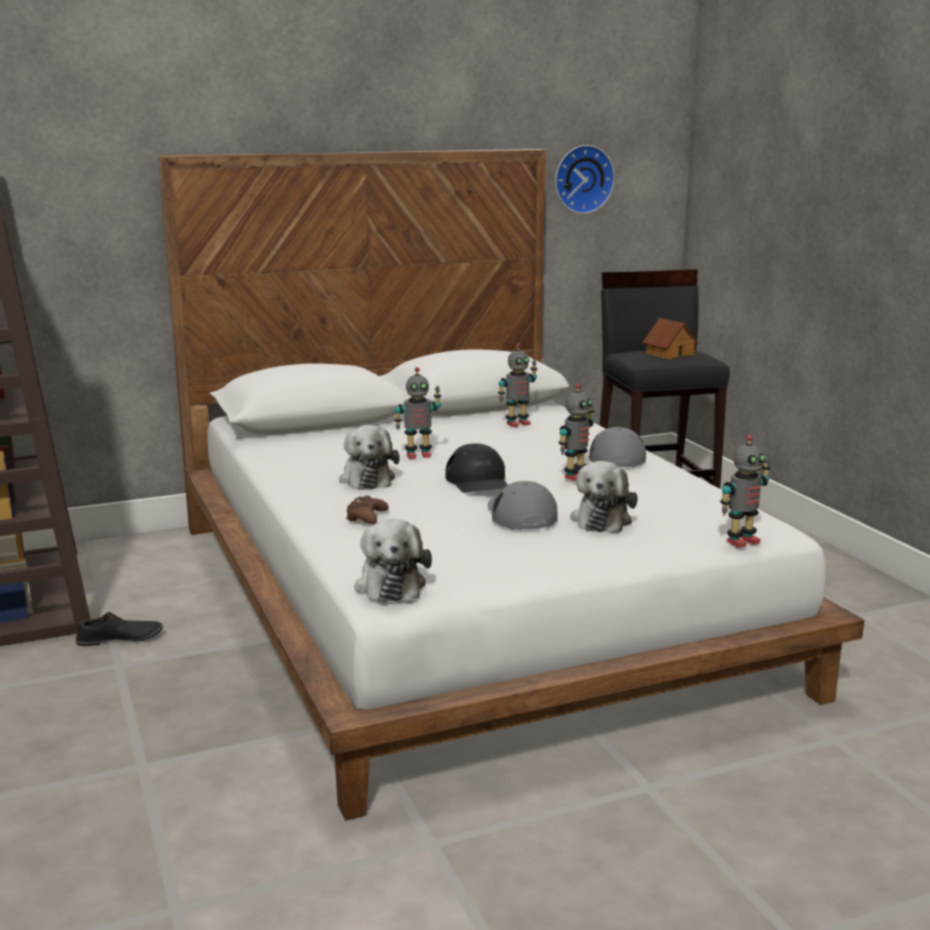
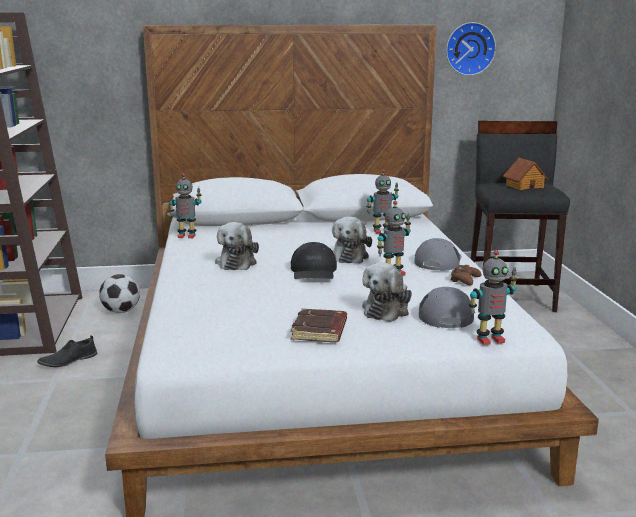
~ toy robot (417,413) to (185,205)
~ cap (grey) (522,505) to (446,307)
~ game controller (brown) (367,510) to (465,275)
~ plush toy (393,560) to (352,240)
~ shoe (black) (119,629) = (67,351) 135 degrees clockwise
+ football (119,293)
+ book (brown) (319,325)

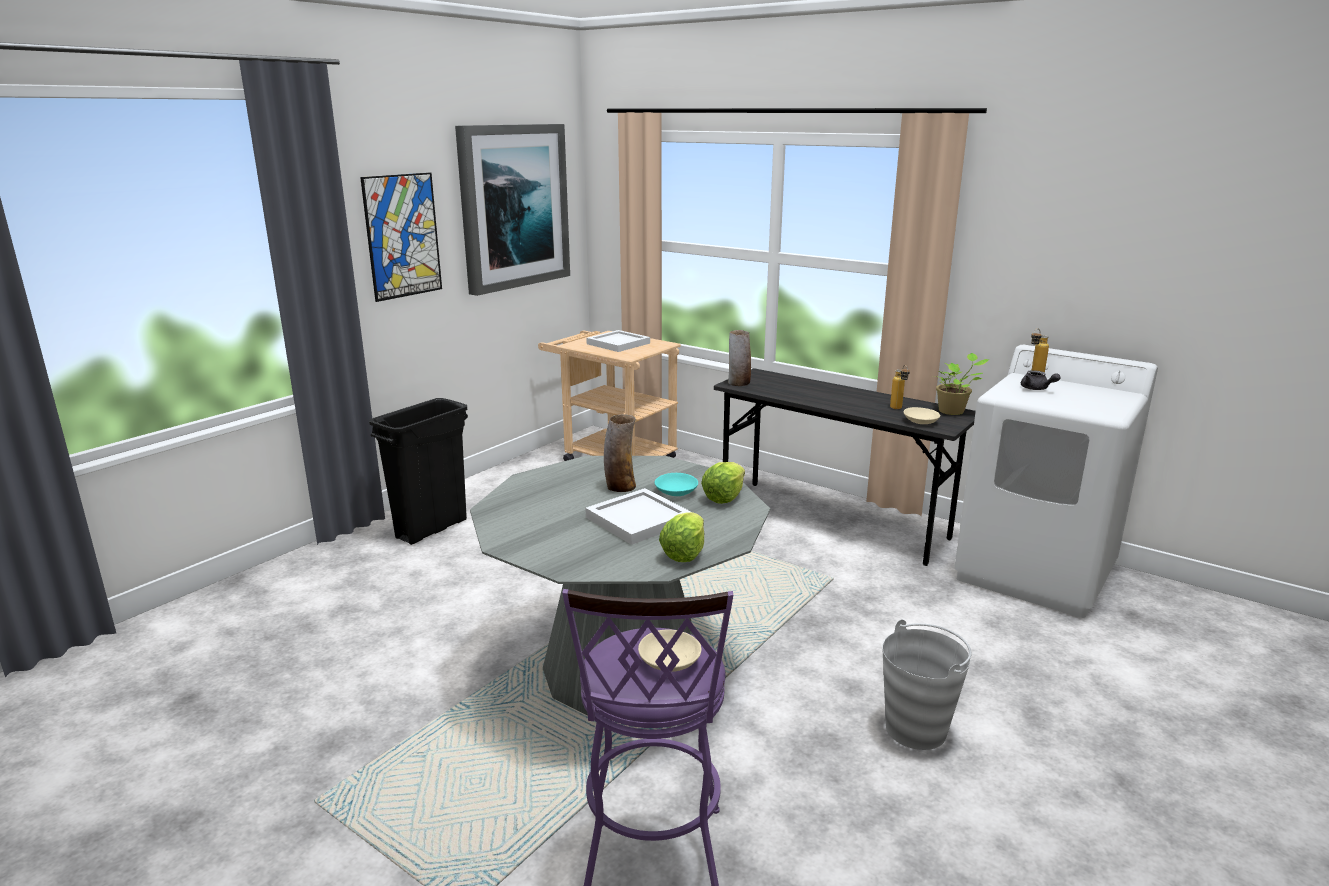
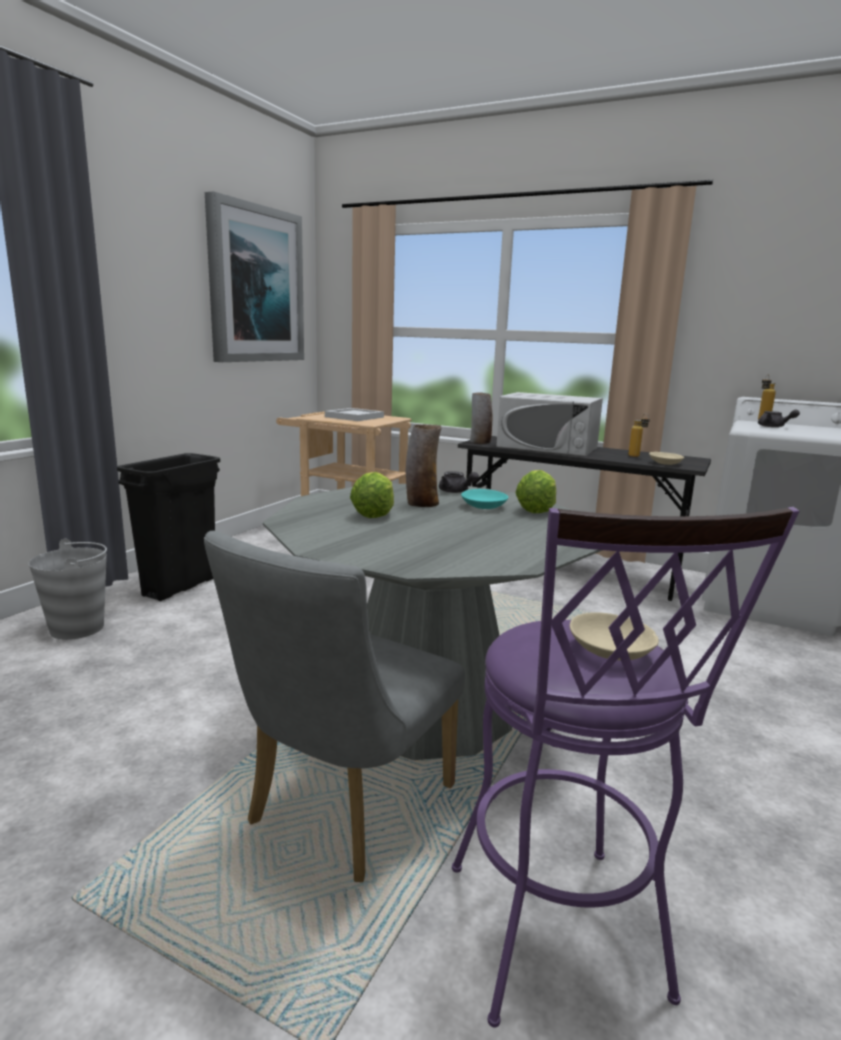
- picture (401,237)
- potted plant (962,384)
- tray (white) (638,516)
~ lettuce (681,537) to (372,495)
~ bucket (grey) (927,685) to (68,589)
+ microwave (white) (549,424)
+ teapot (grey) (459,482)
+ chair (grey) (334,706)

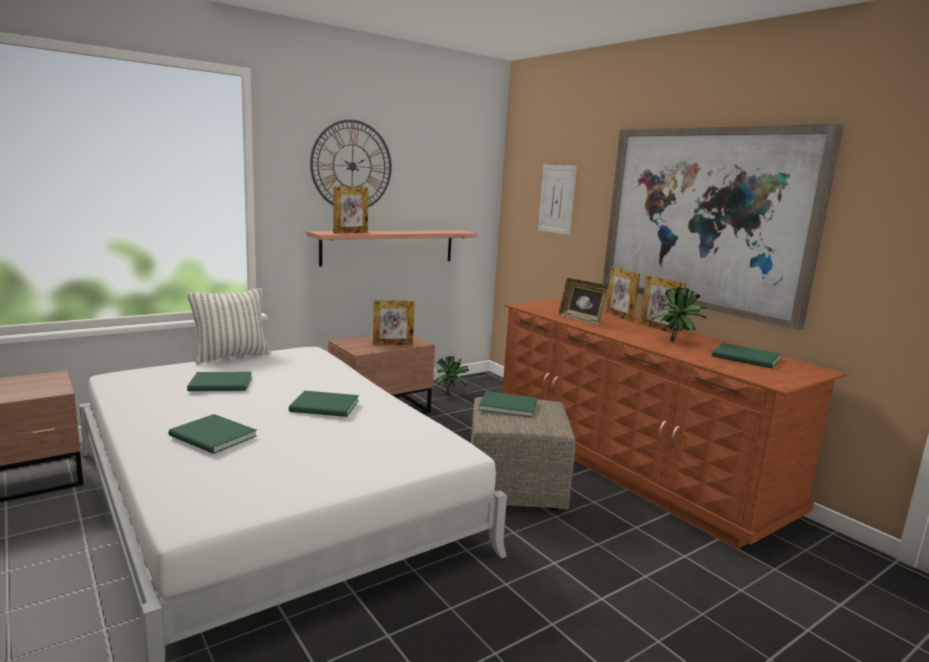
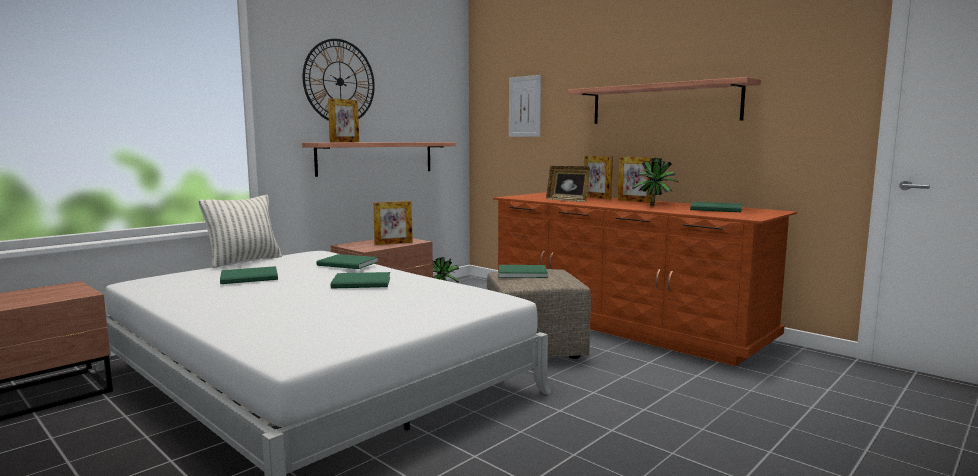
~ picture (723,227) to shelf (664,100)
~ book (green) (212,434) to (347,261)

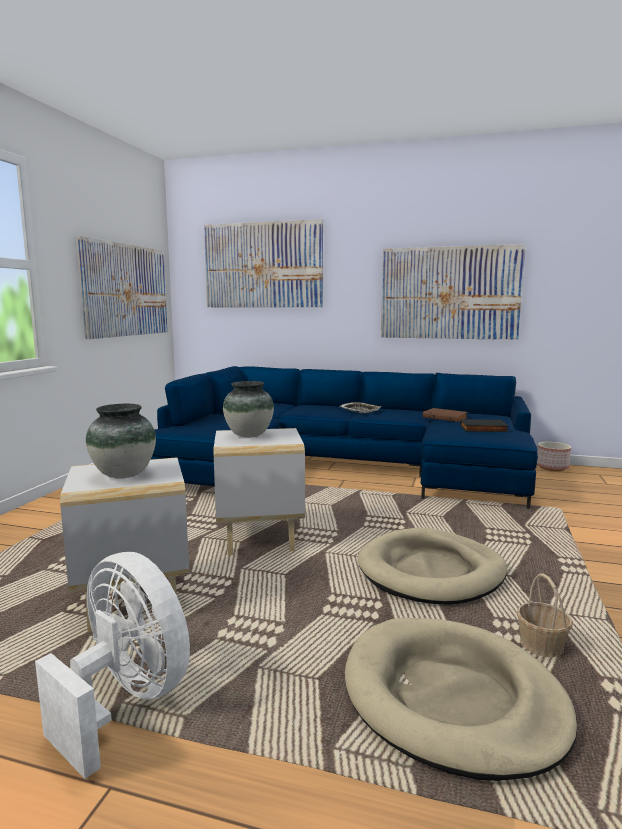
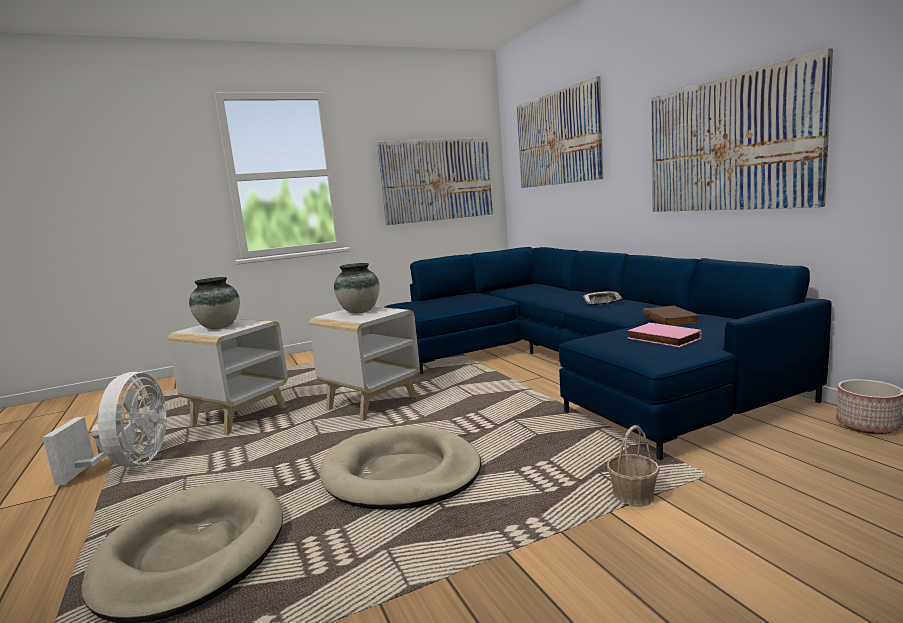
~ book (black) (484,425) to book (pink) (665,335)
~ basket (545,615) to (633,466)

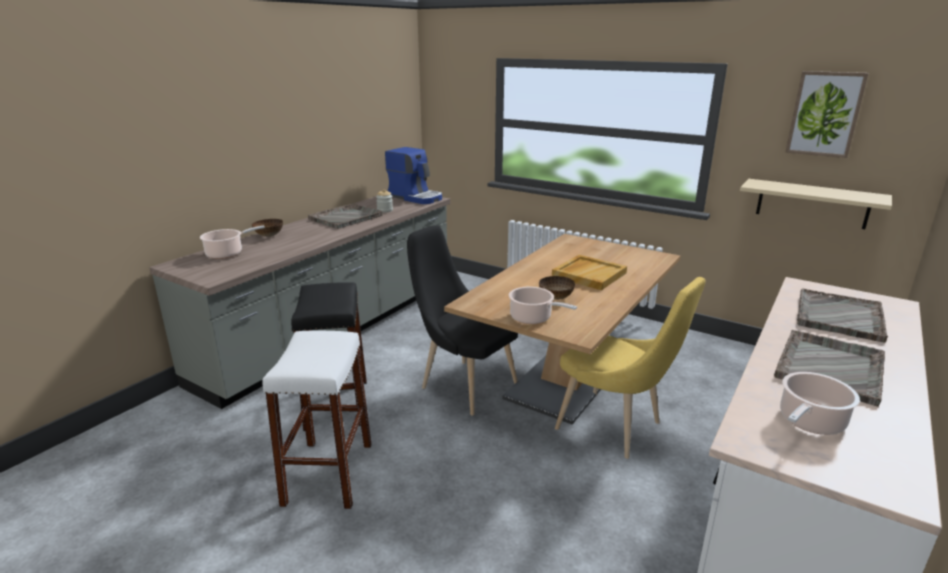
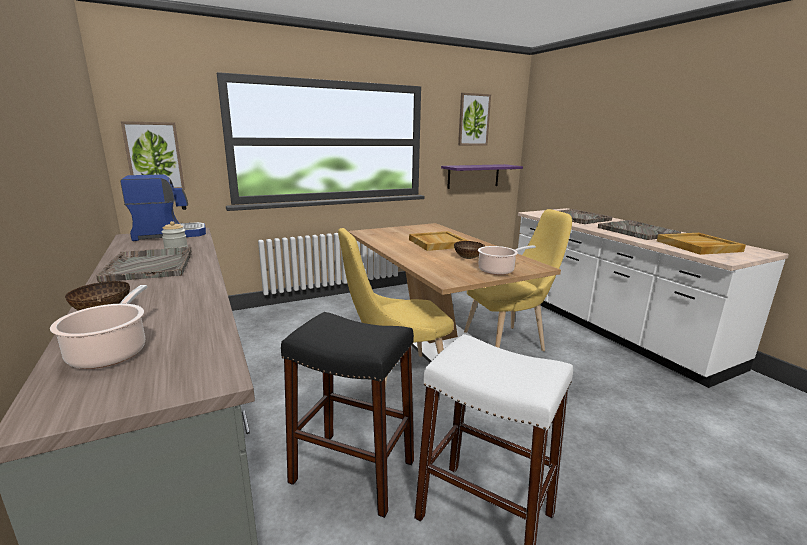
~ shelf (beige) (816,204) to shelf (purple) (482,176)
~ chair (black) (462,320) to chair (yellow) (396,308)
~ cooking pot (820,403) to tray (beige) (701,244)
+ picture (153,155)

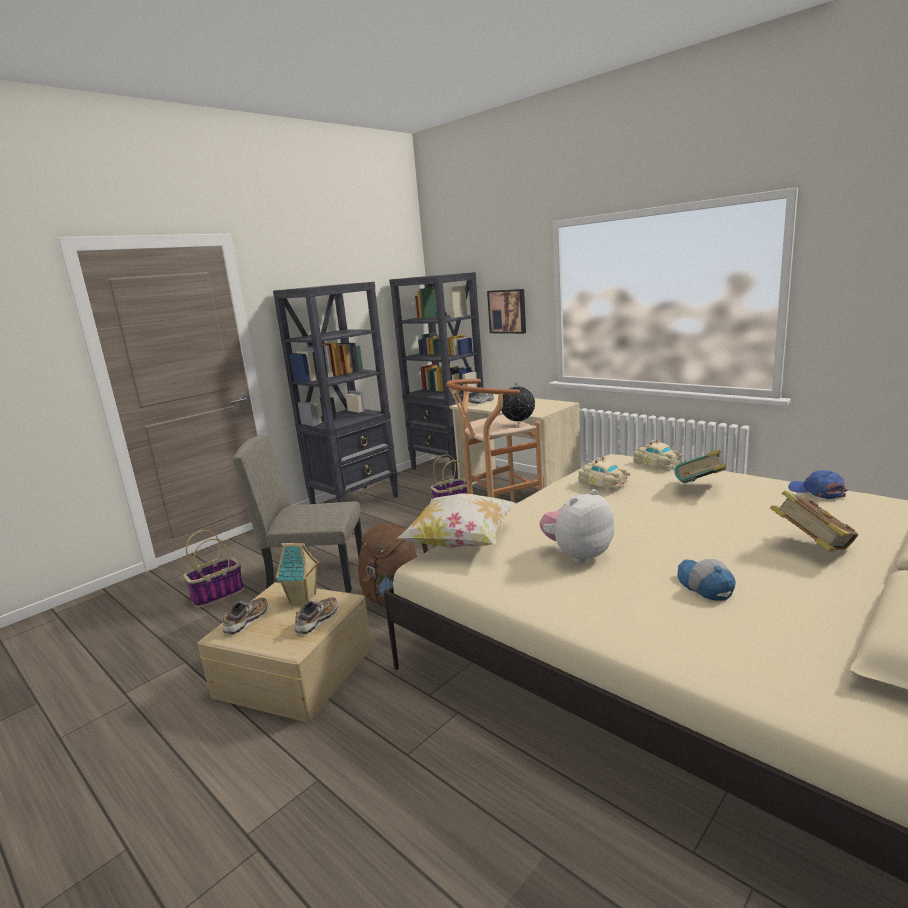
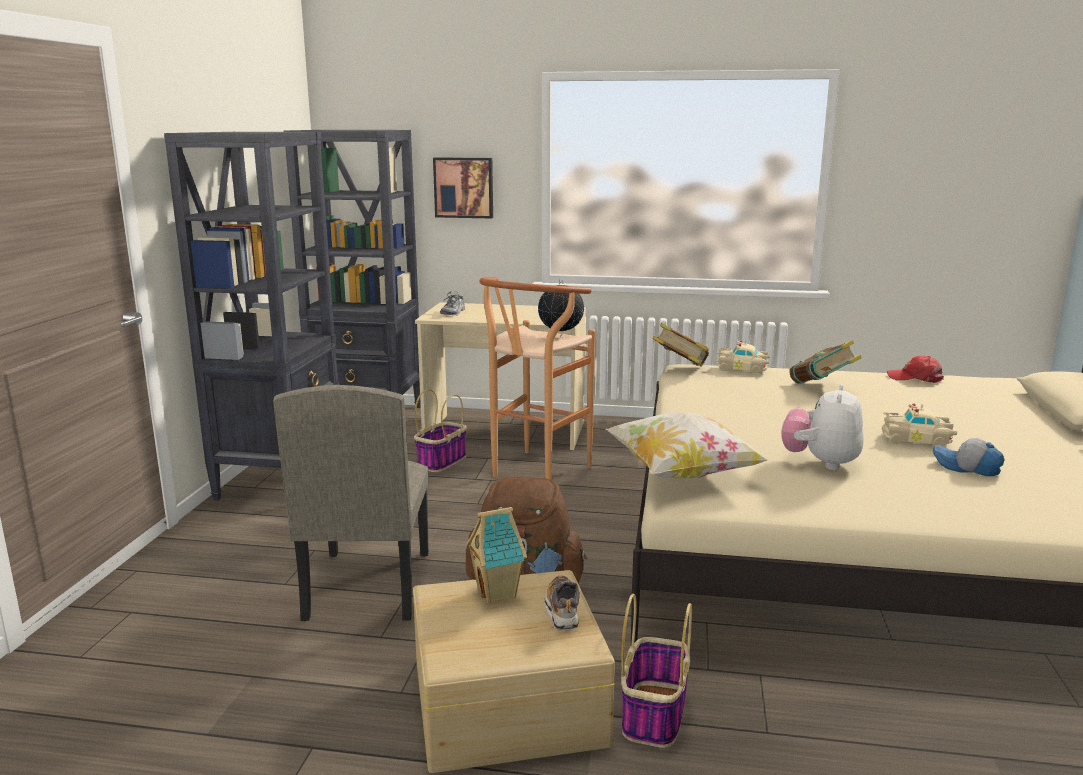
~ chair (beige) (297,514) = (351,503) 60 degrees counterclockwise
~ toy car (beige) (604,473) to (919,424)
~ cap (blue) (818,484) to cap (red) (915,369)
~ book (814,521) to (681,345)
~ basket (214,569) to (656,671)
- shoe (245,616)

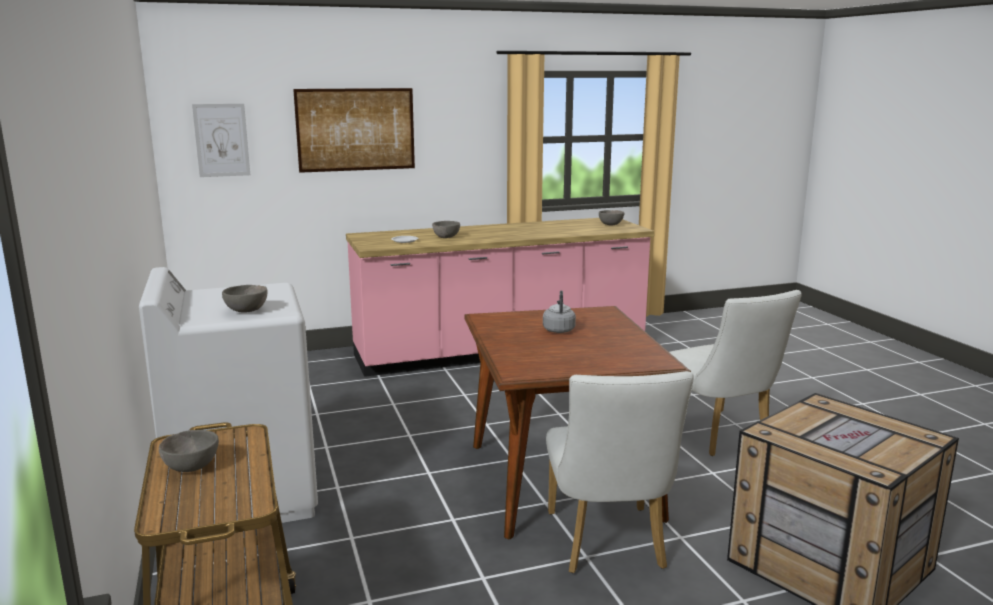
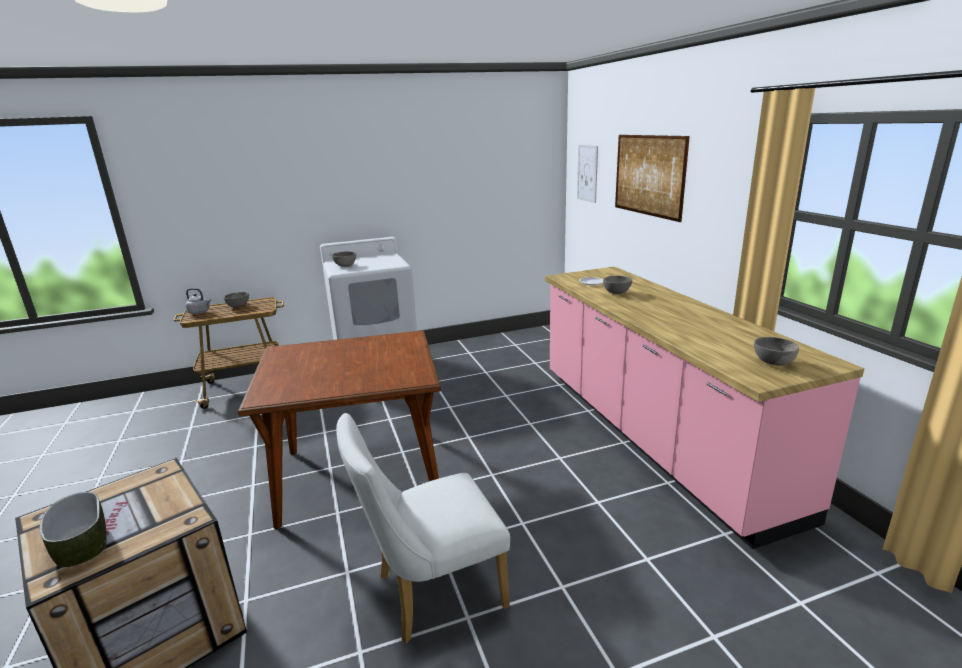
~ kettle (grey) (559,311) to (198,301)
- chair (white) (620,472)
+ bowl (72,529)

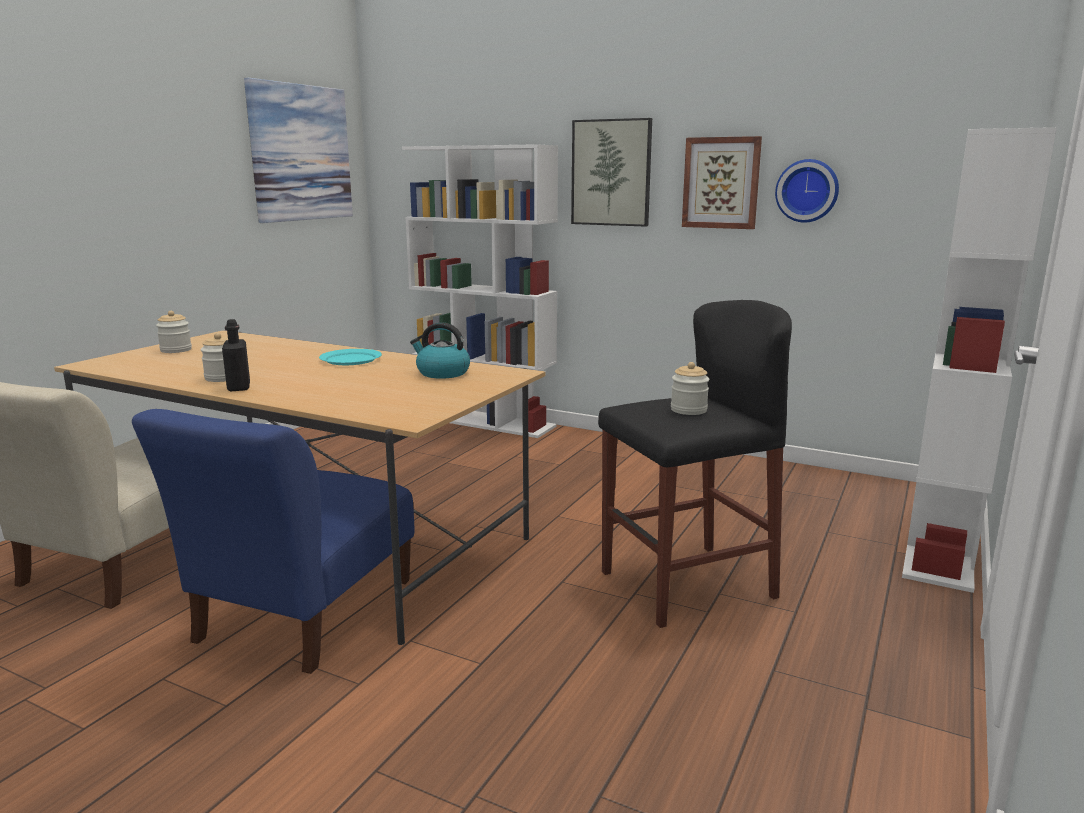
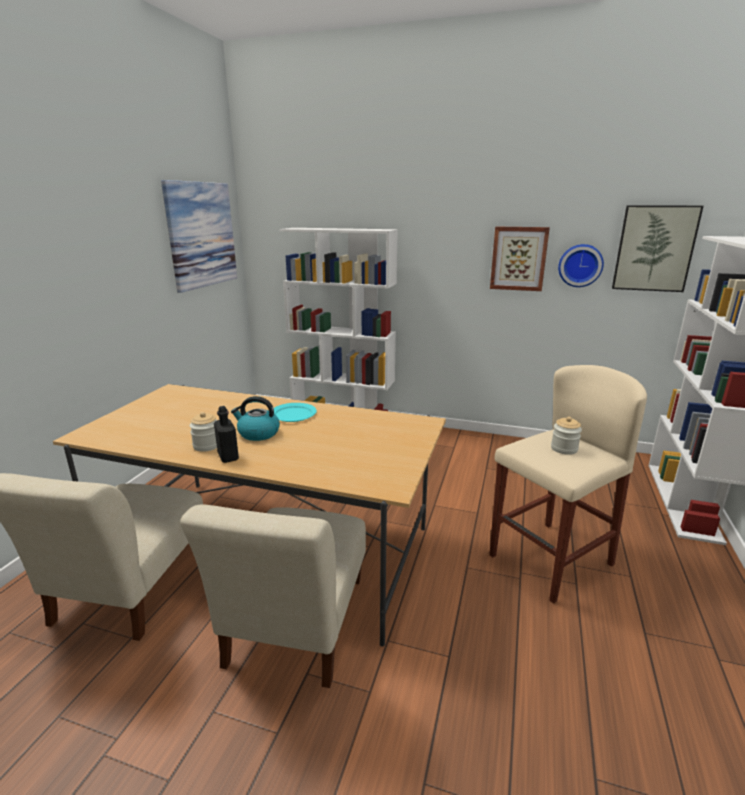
~ picture (611,172) to (658,248)
~ stool (black) (695,464) to stool (beige) (568,484)
- jar (174,332)
~ kettle (440,350) to (255,418)
~ chair (blue) (273,541) to chair (beige) (273,596)

